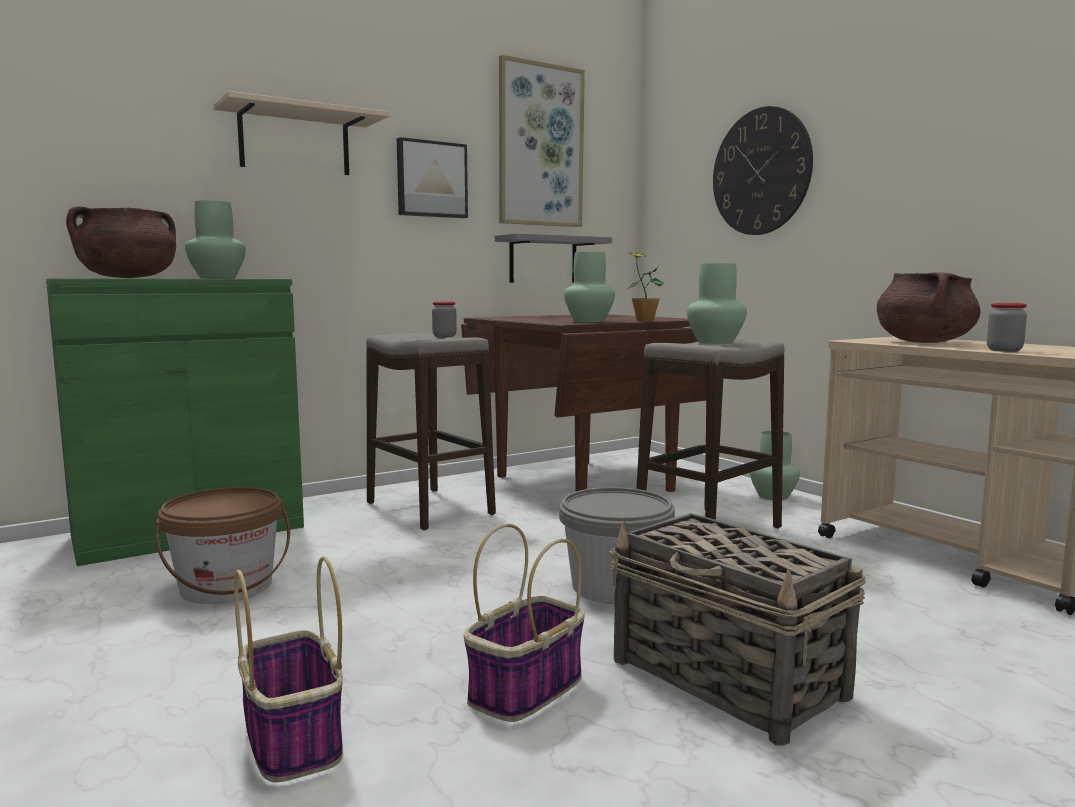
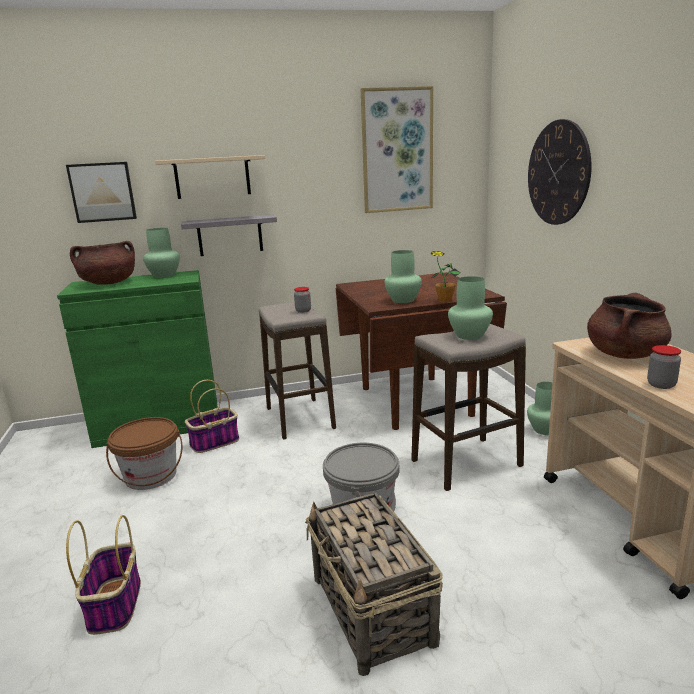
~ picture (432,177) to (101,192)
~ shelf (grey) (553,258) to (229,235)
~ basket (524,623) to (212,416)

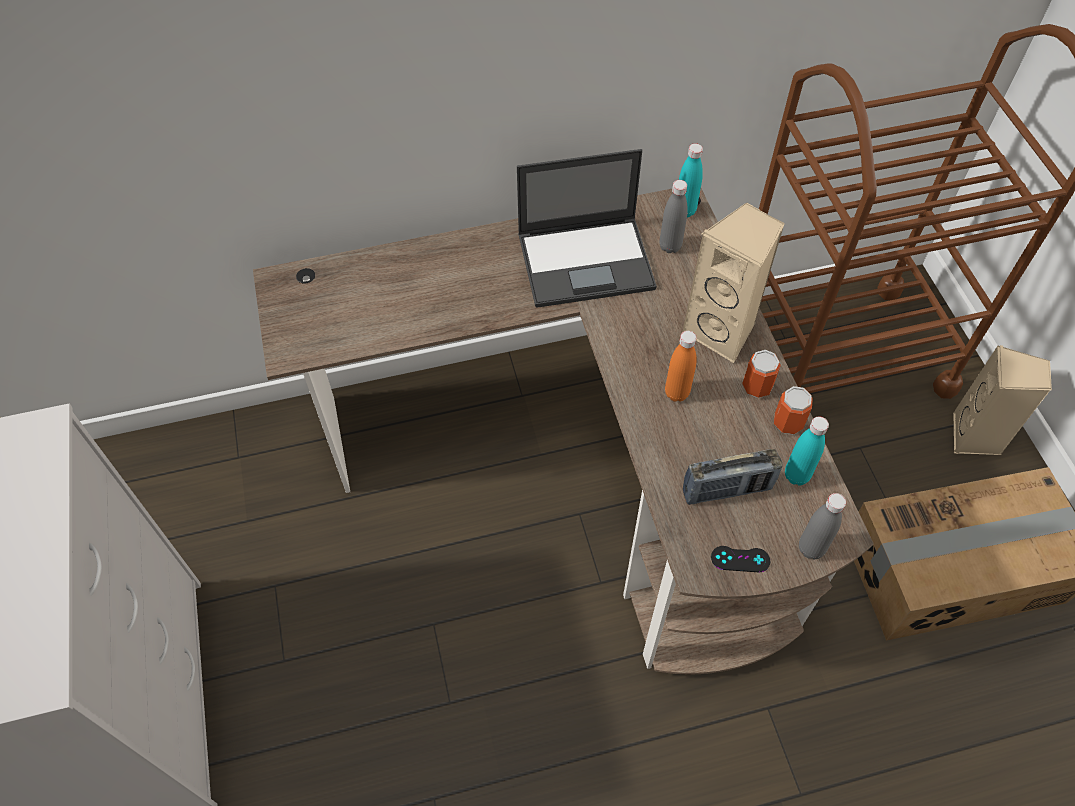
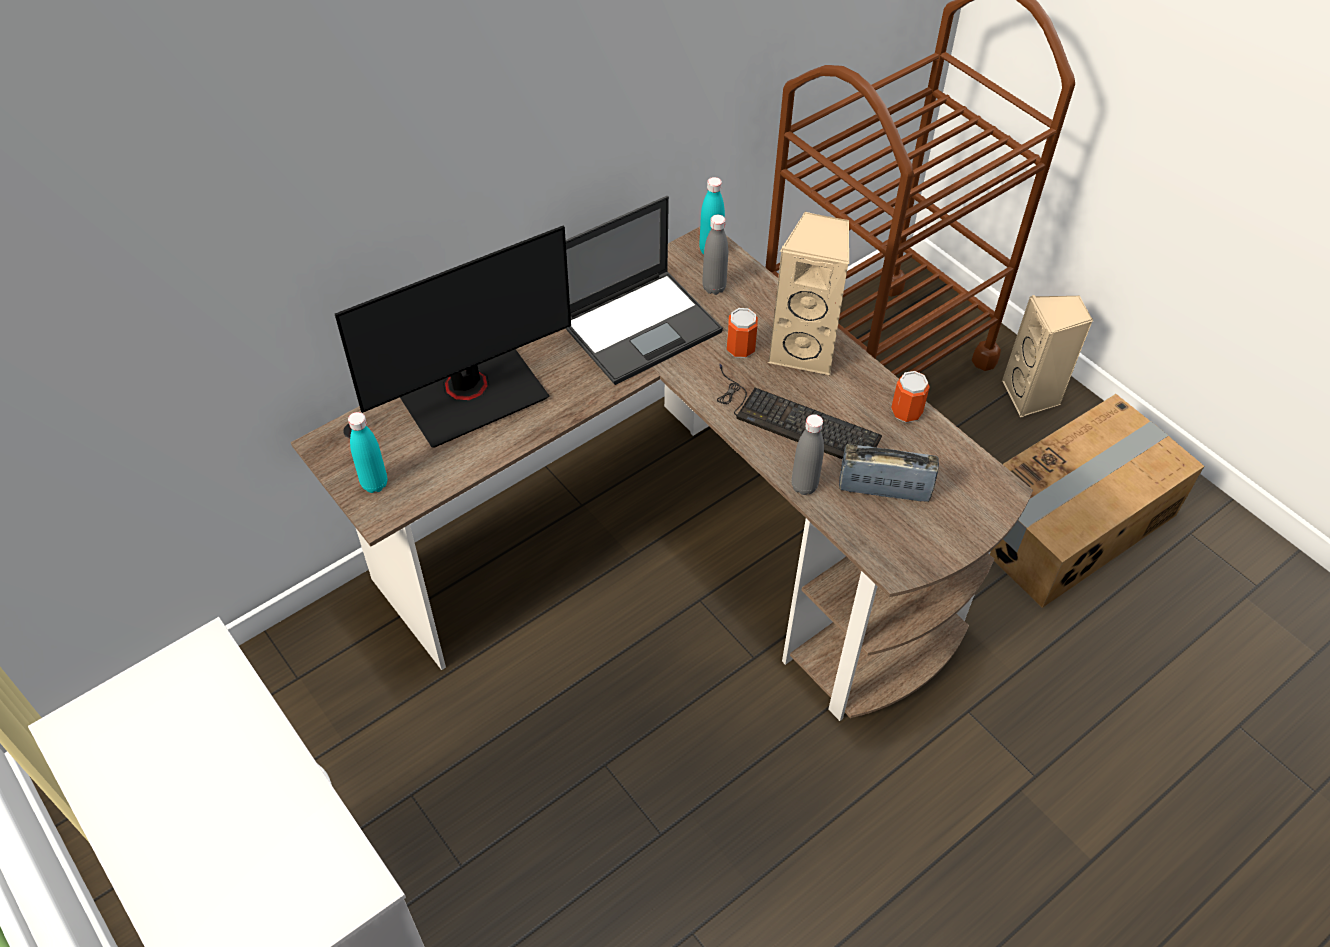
~ bottle (orange) (681,366) to keyboard (799,411)
~ can (761,374) to (742,333)
~ bottle (turquoise) (807,451) to (367,452)
~ radio (733,477) = (889,473) 135 degrees counterclockwise
~ bottle (grey) (822,526) to (807,454)
- game controller (black) (740,559)
+ monitor (453,336)

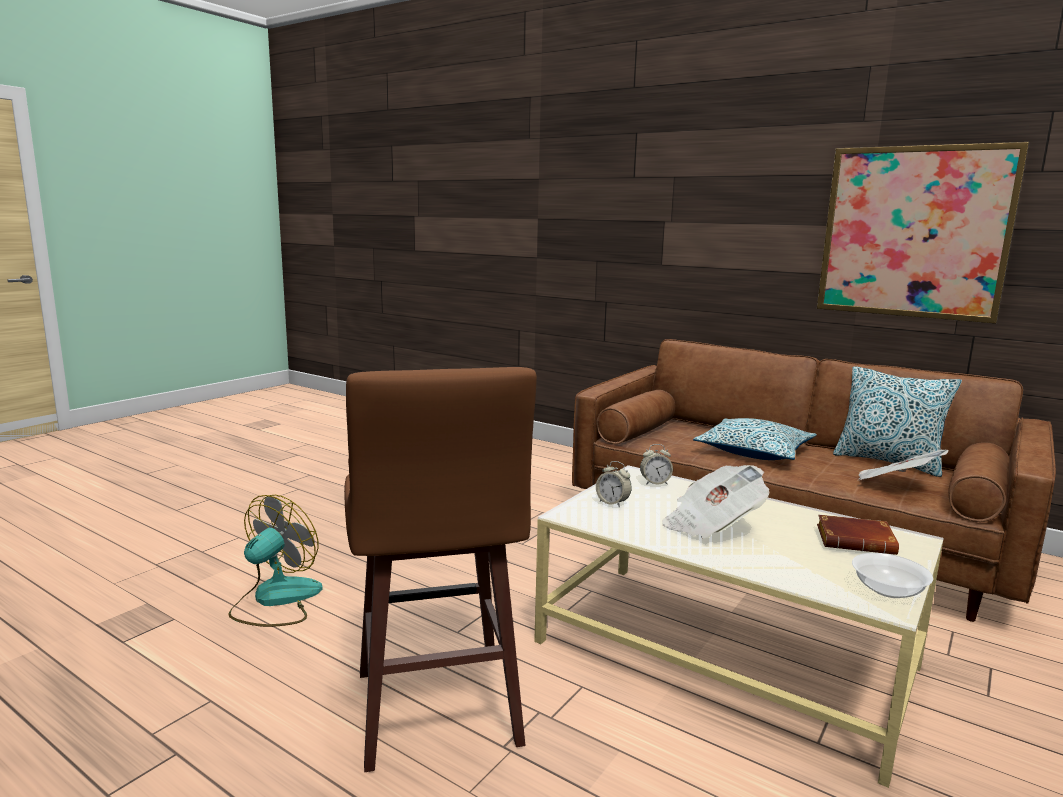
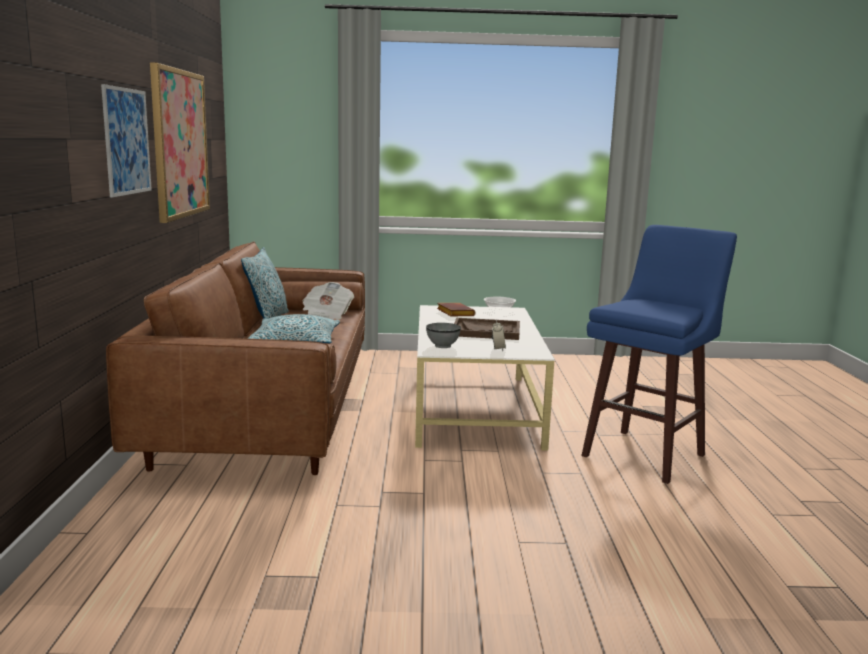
~ stool (brown) (440,569) to stool (blue) (659,354)
~ alarm clock (656,464) to bowl (grey) (443,335)
~ newspaper (715,502) to tray (brown) (487,329)
- fan (276,561)
+ picture (126,140)

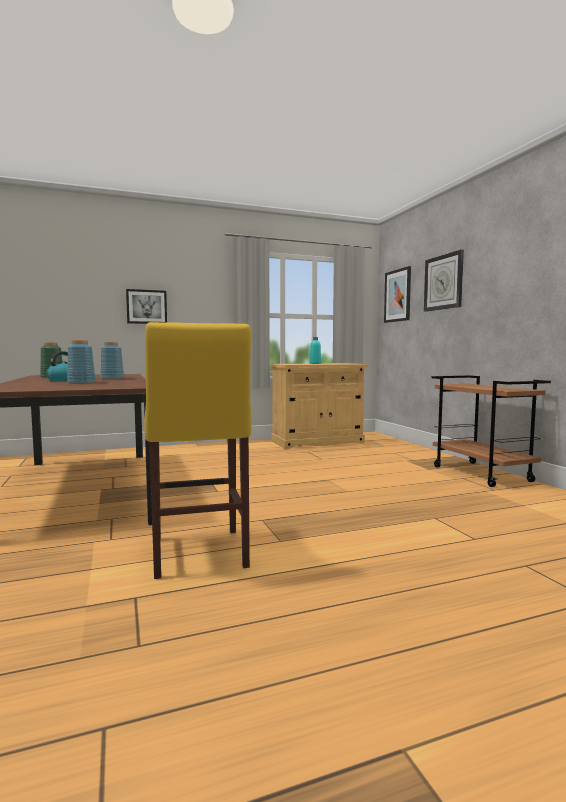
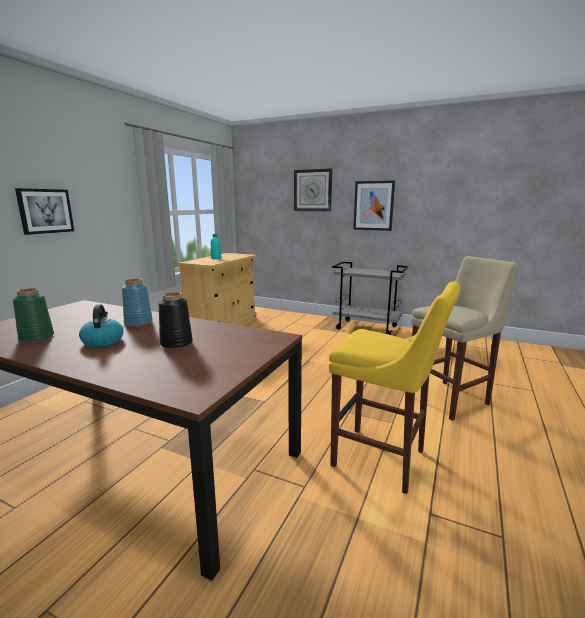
~ picture (397,294) to (374,205)
~ vase (blue) (81,362) to vase (black) (175,320)
~ cart (brown) (491,431) to cart (grey) (370,298)
+ stool (beige) (465,338)

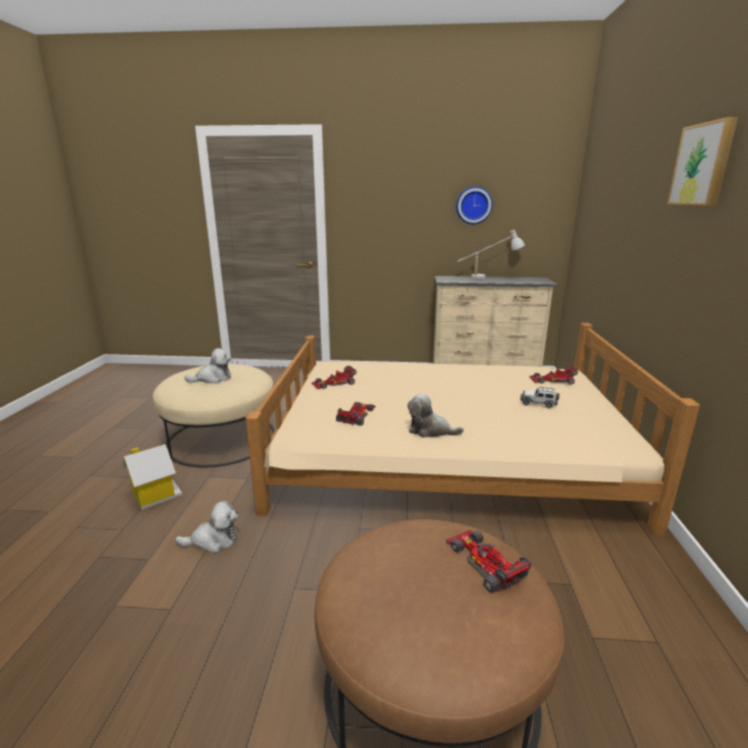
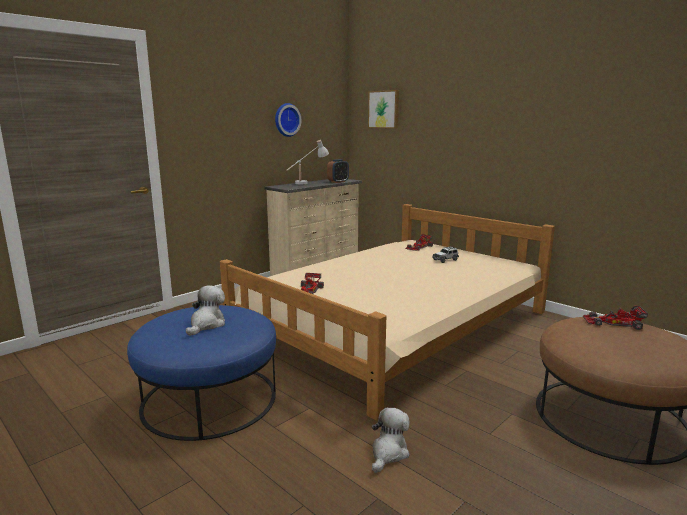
~ picture (702,161) to (383,109)
~ ottoman (beige) (214,415) to ottoman (blue) (201,373)
- plush toy (435,415)
- toy car (356,414)
- toy house (152,477)
+ alarm clock (338,171)

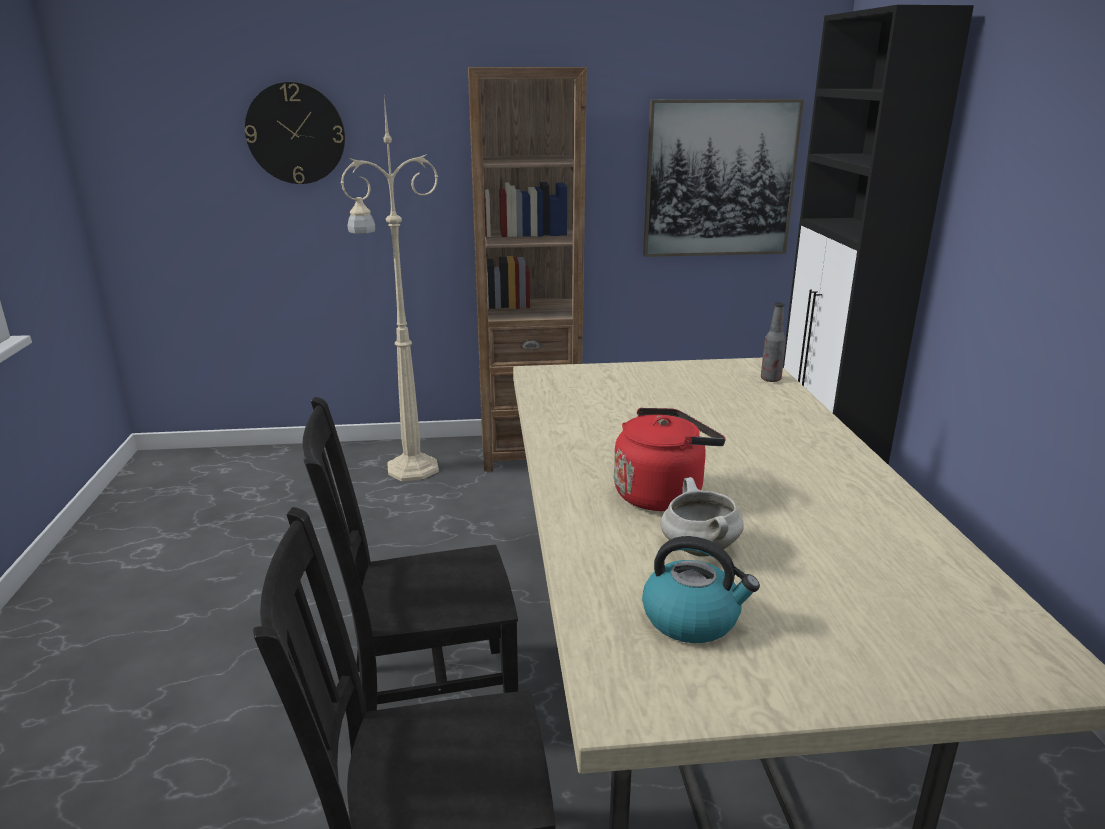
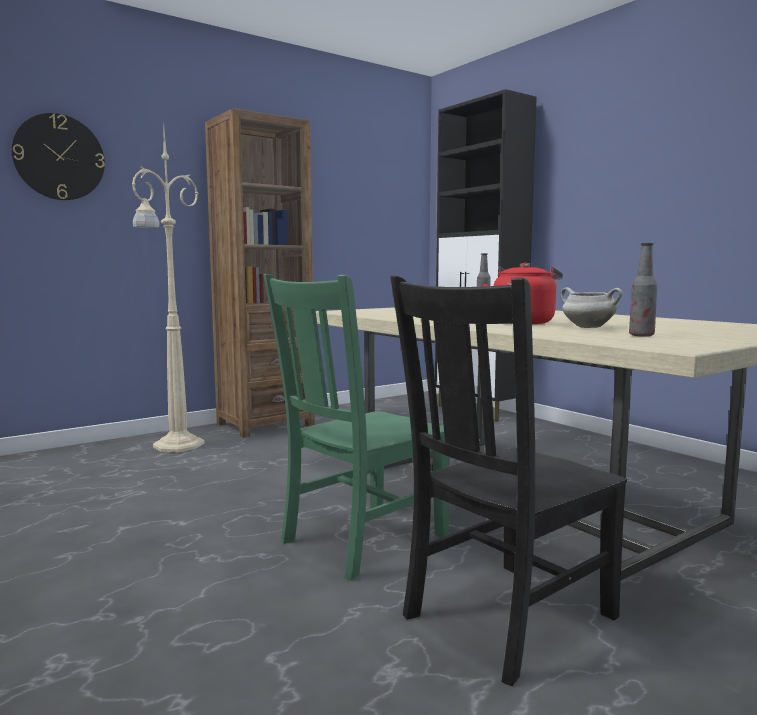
- picture (723,178)
~ chair (black) (410,554) to chair (green) (356,427)
~ kettle (701,589) to bottle (643,290)

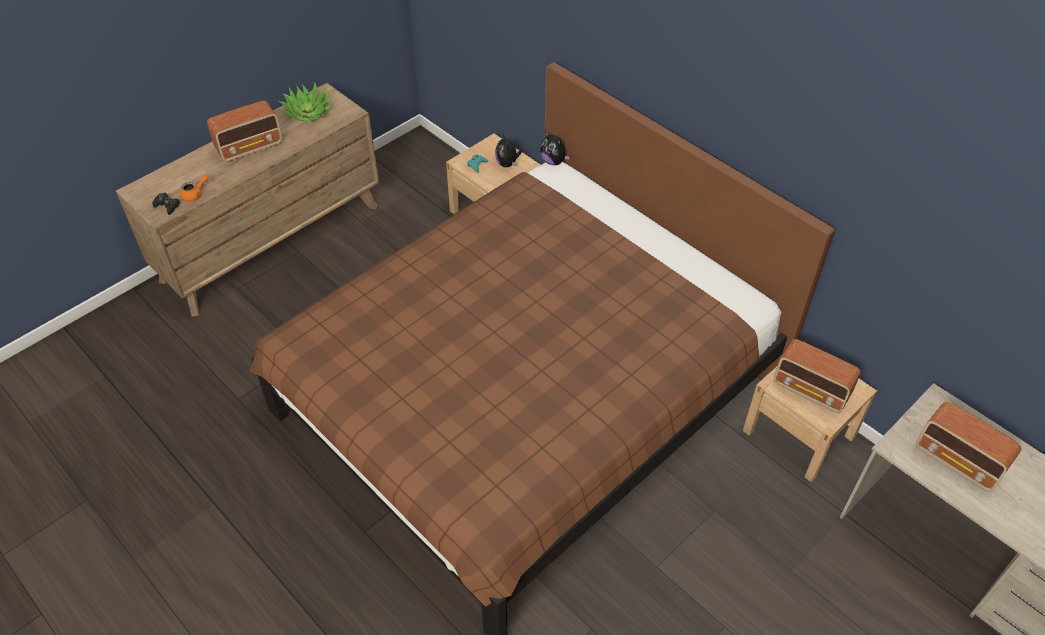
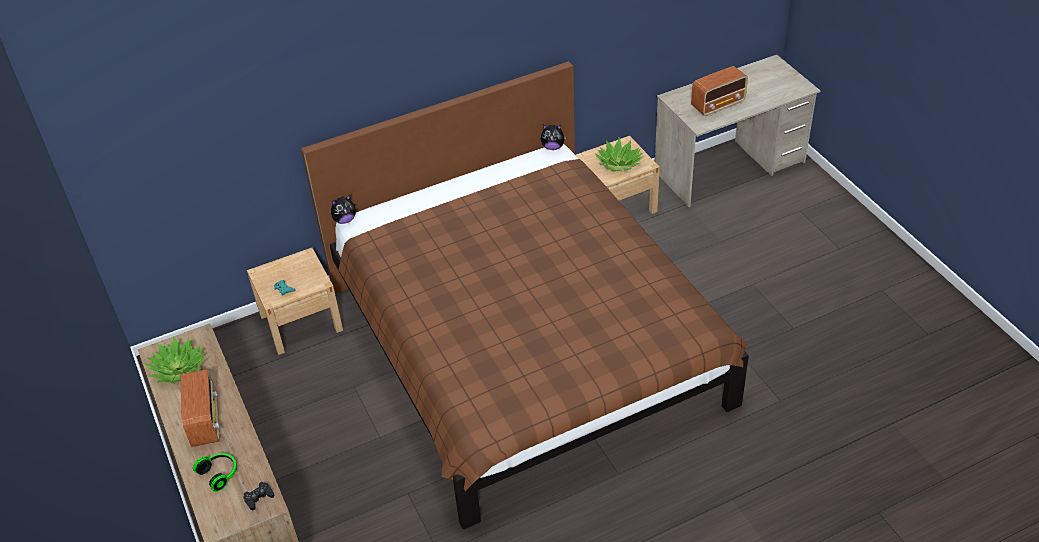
~ plush toy (508,150) to (554,137)
- teapot (orange) (194,188)
~ radio (817,376) to potted plant (620,154)
+ headphones (215,472)

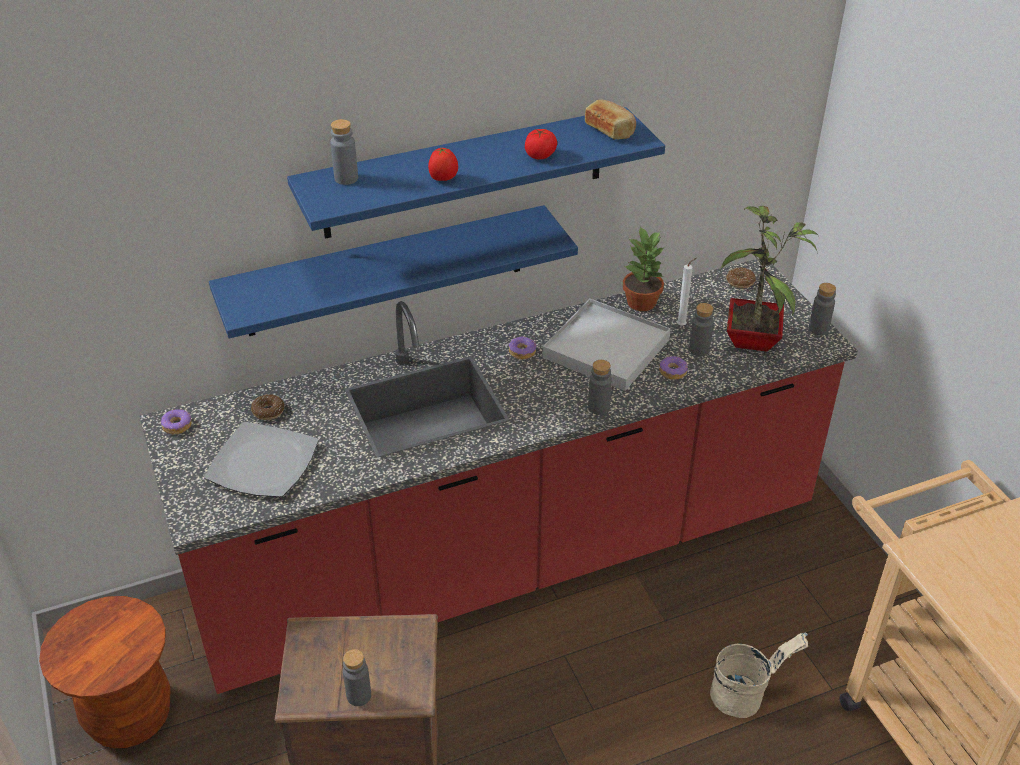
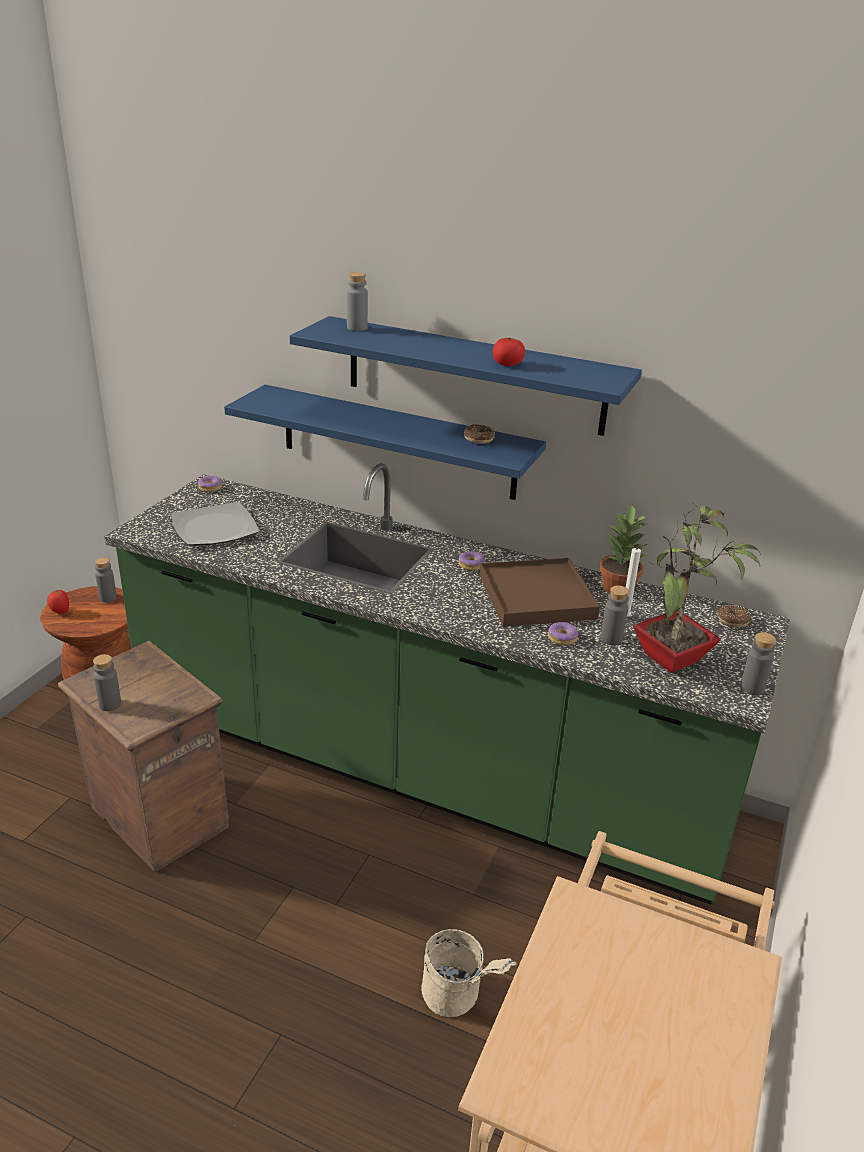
- bread (610,119)
~ tomato (443,164) to (58,602)
~ counter (red) (499,476) to counter (green) (447,684)
~ tray (white) (607,345) to tray (brown) (540,592)
~ bottle (grey) (600,387) to (106,580)
~ donut (267,407) to (479,434)

